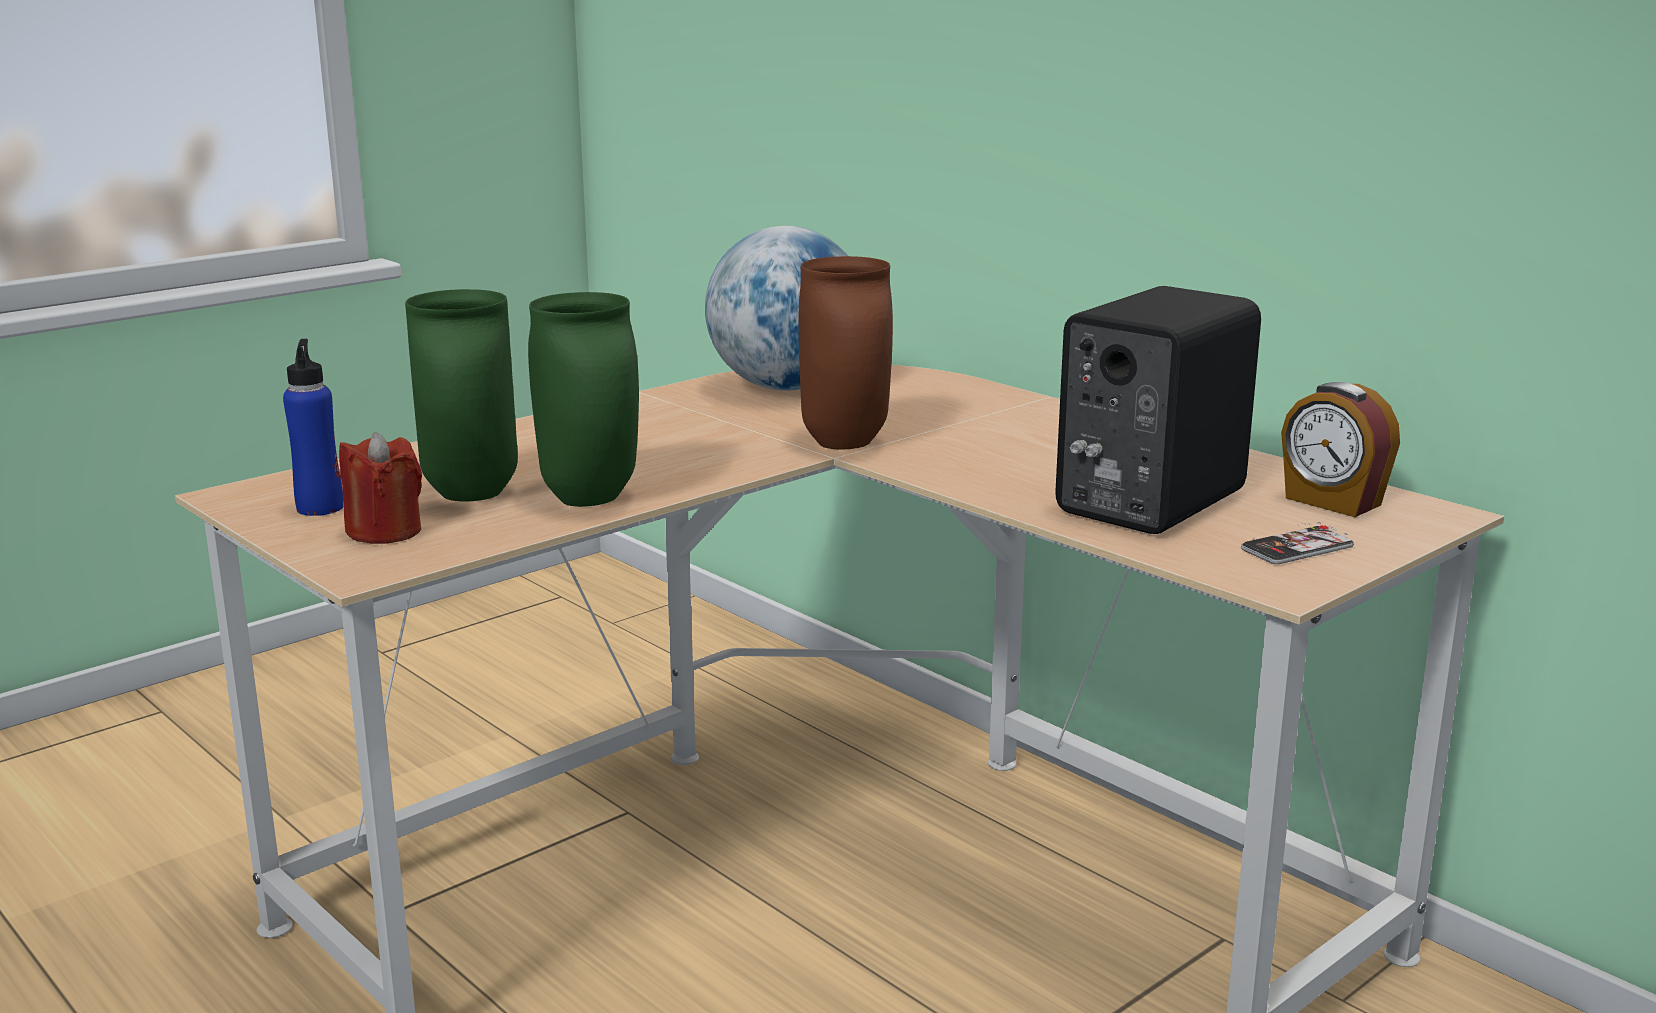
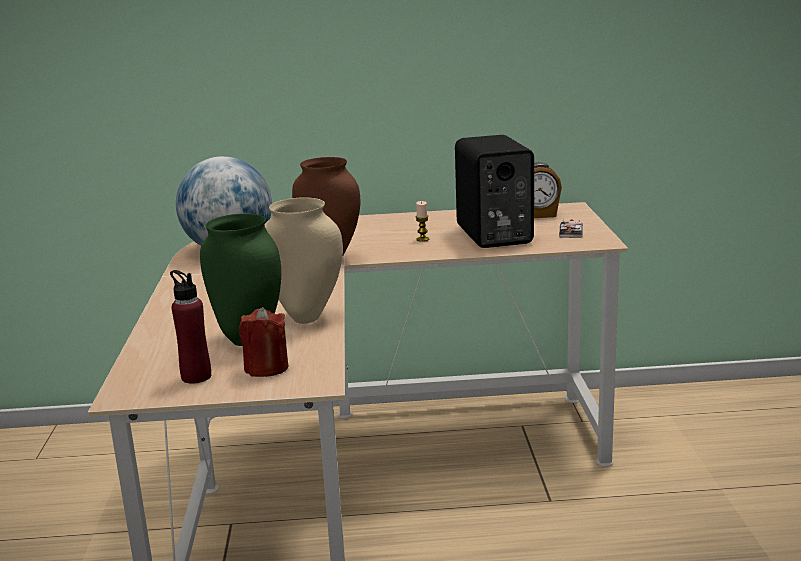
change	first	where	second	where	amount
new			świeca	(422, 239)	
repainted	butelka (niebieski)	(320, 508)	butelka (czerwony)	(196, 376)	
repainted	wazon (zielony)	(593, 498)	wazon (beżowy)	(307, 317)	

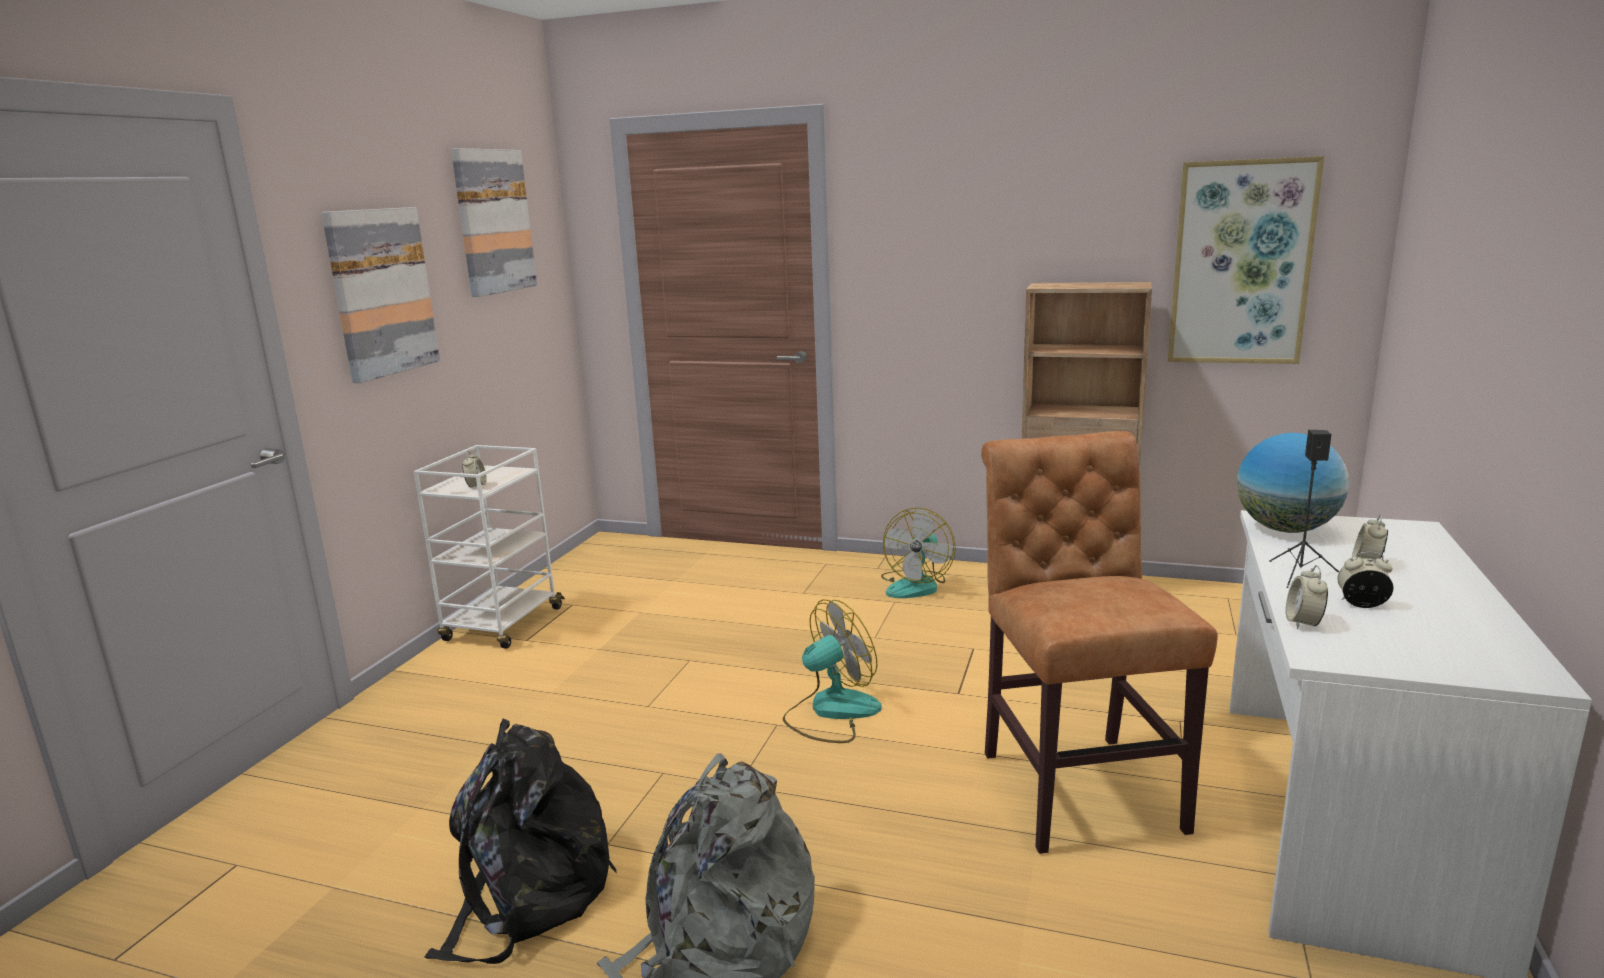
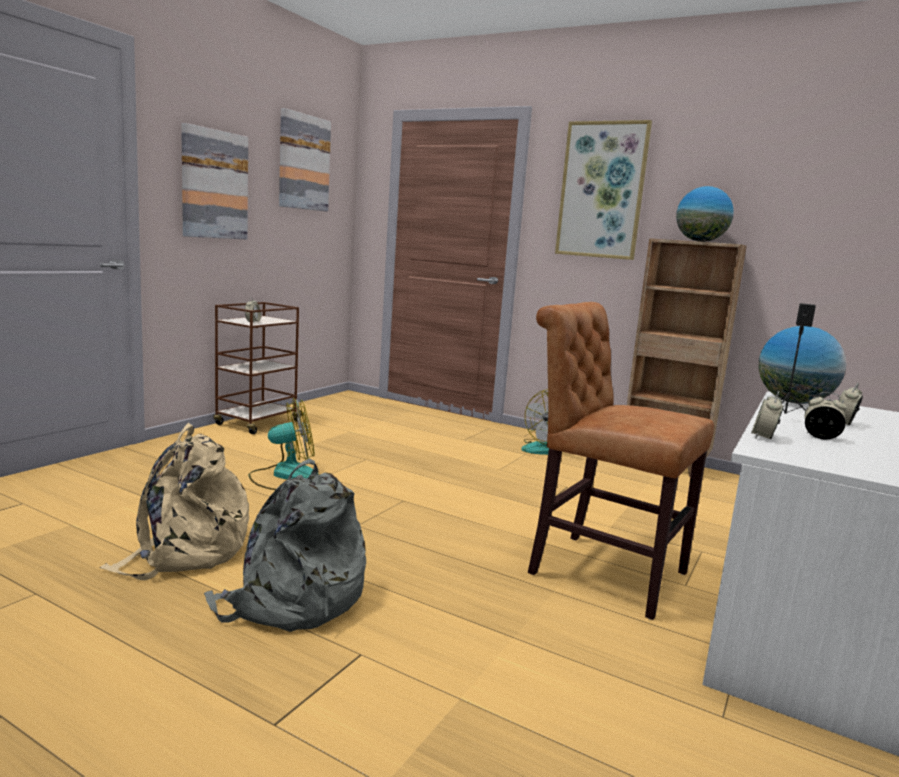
change	first	where	second	where	amount
new			globus	(700, 241)	
shifted	wentylator	(831, 712)		(284, 475)	
shifted	obraz	(1241, 263)		(602, 190)	
repainted	wózek (biały)	(502, 625)	wózek (brązowy)	(257, 423)	
repainted	plecak (czarny)	(527, 893)	plecak (beżowy)	(185, 551)	
rotated	krzesło (brązowy)	(1076, 785)		(599, 570)	60 degrees counterclockwise

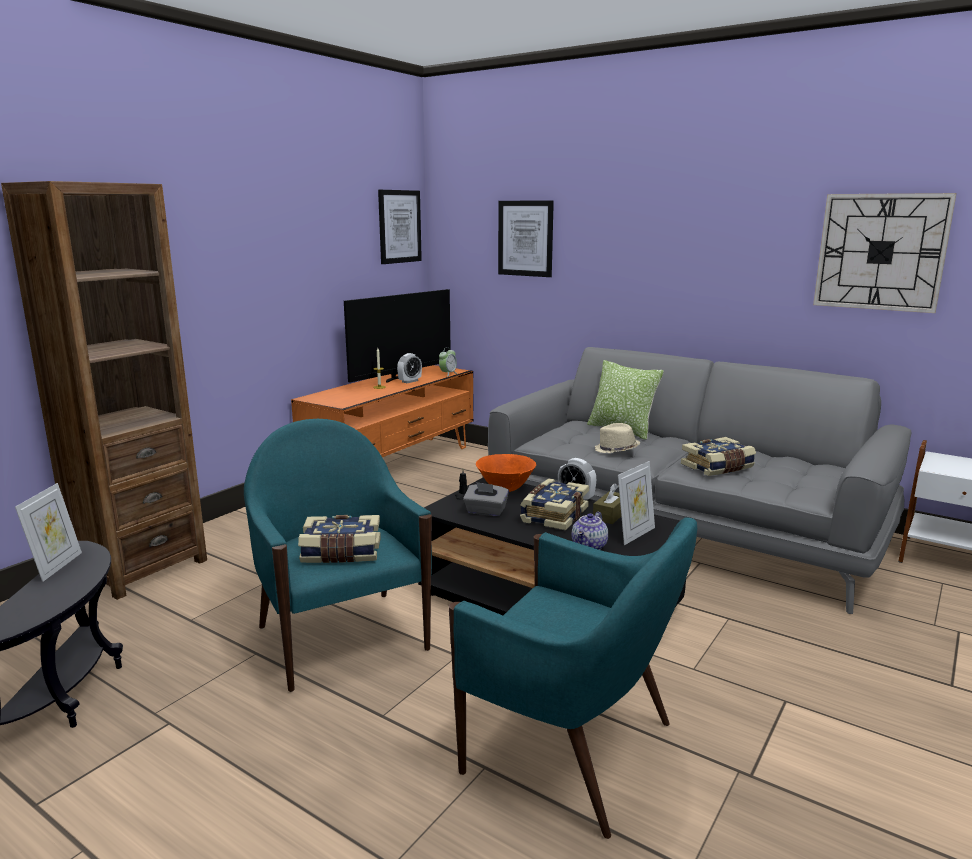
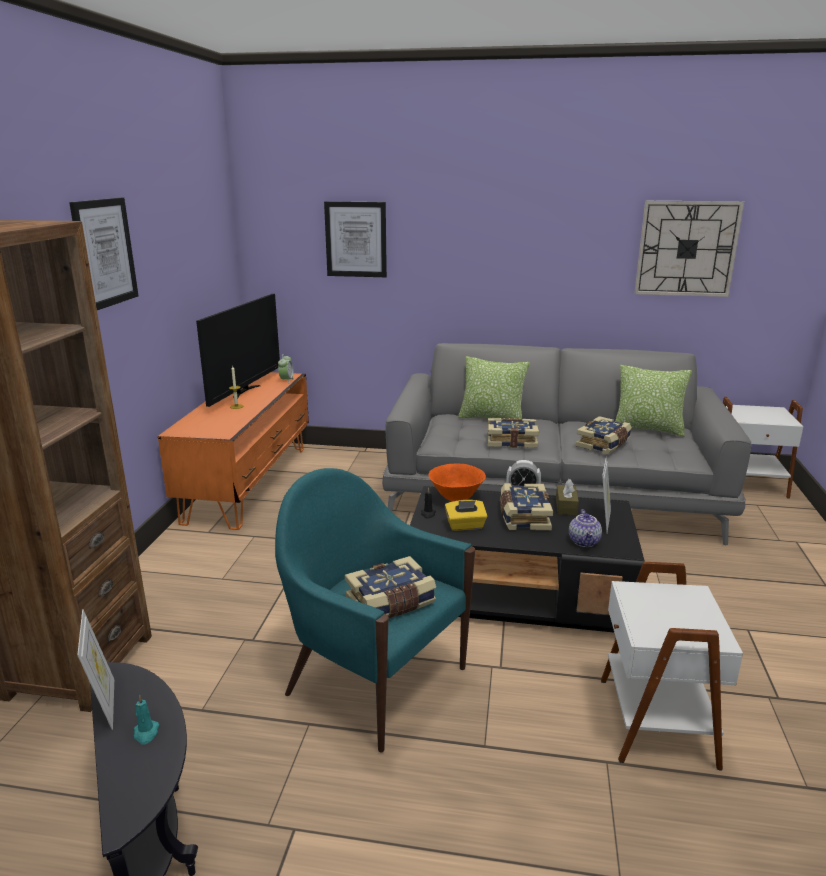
change	first	where	second	where	amount
gone	budzik	(410, 381)			
new			świeca (turkusowy)	(146, 733)	
new			poduszka	(648, 429)	
shifted	obraz	(399, 226)		(104, 253)	
swapped	fotel (turkusowy)	(573, 750)	stolik (biały)	(653, 721)	
swapped	kapelusz (beżowy)	(616, 450)	książka	(511, 441)	
repainted	pudełko chusteczek (szary)	(485, 511)	pudełko chusteczek (żółty)	(465, 526)	

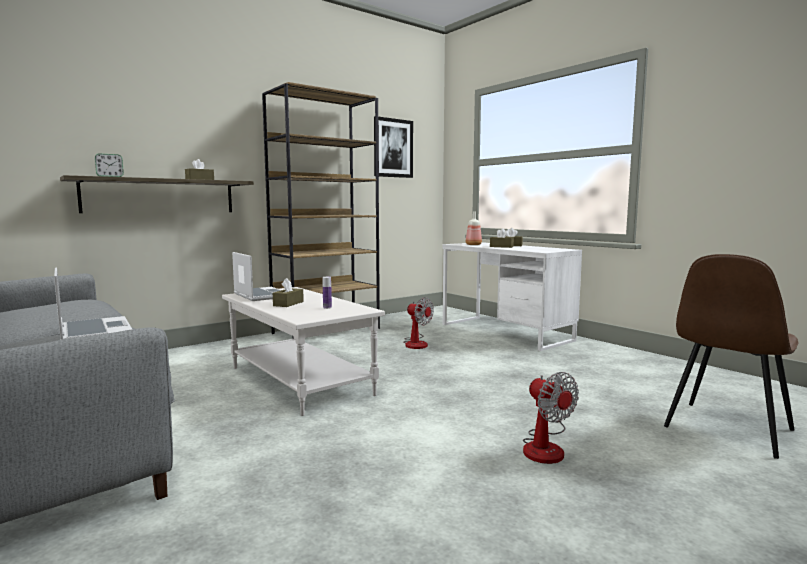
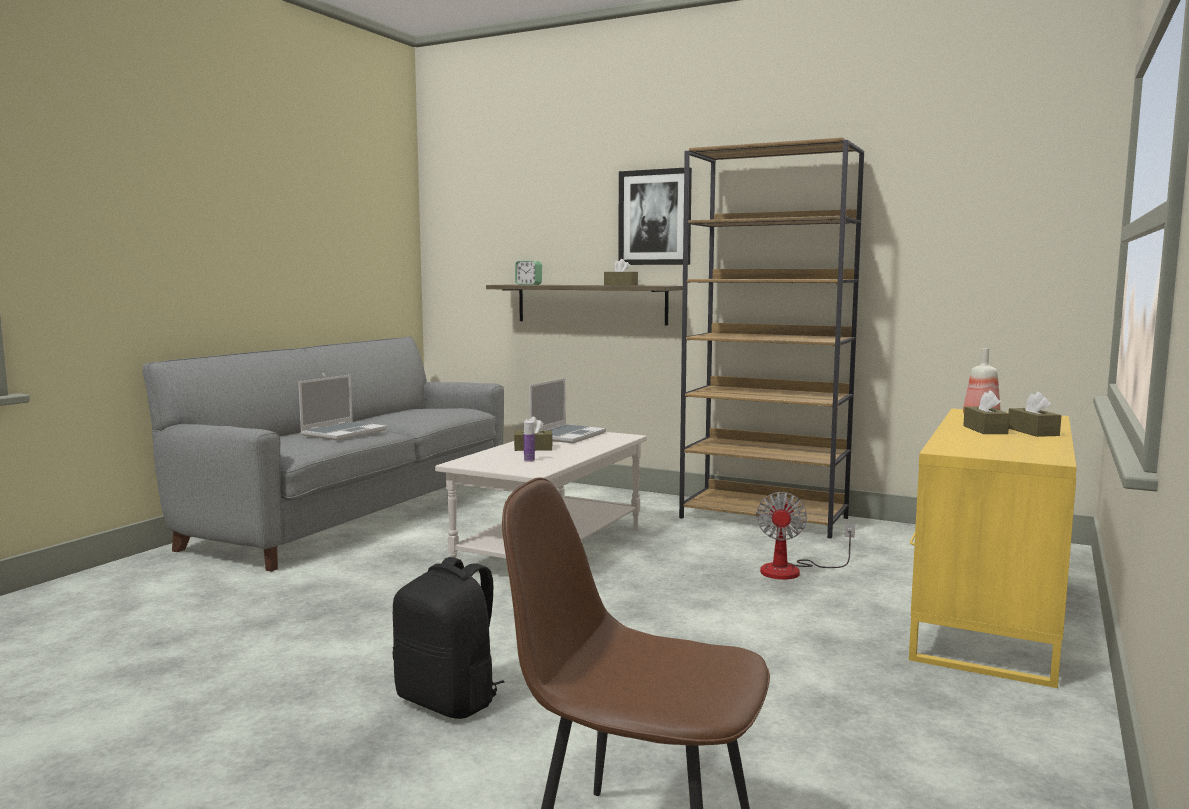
change	first	where	second	where	amount
shifted	obraz	(393, 148)		(655, 217)	
swapped	wentylator	(545, 446)	plecak (czarny)	(449, 701)	
repainted	biurko (biały)	(505, 332)	biurko (żółty)	(988, 617)	

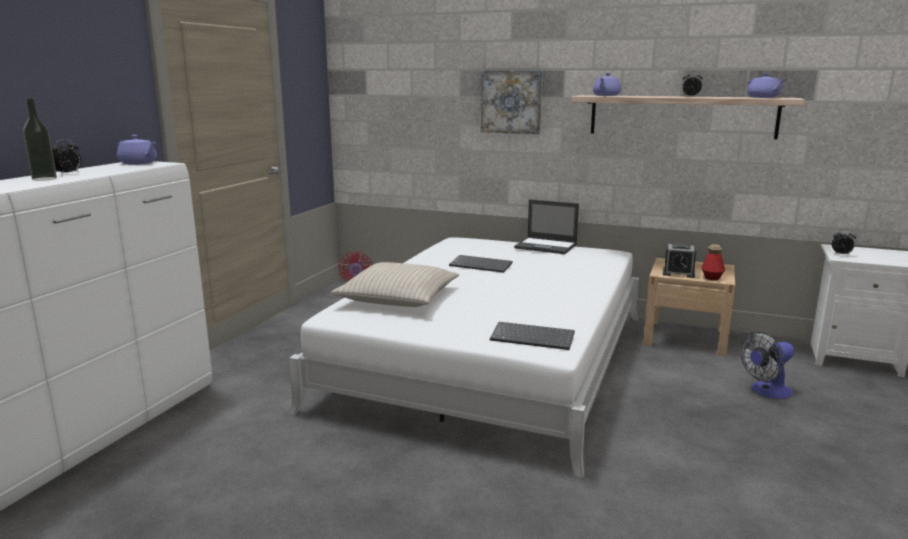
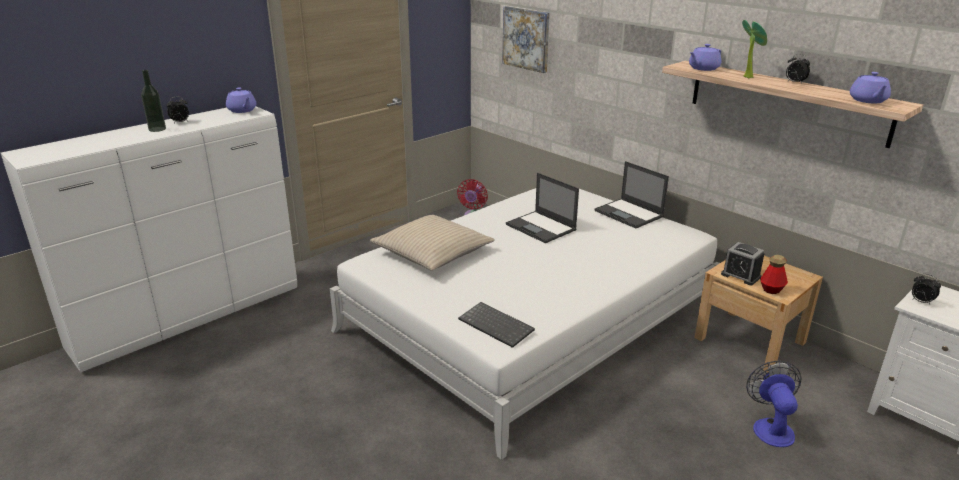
change	first	where	second	where	amount
new			roślina doniczkowa	(748, 77)	
shifted	obraz	(511, 102)		(526, 38)	
swapped	klawiatura	(482, 265)	laptop	(541, 227)	
rotated	wentylator	(766, 391)		(770, 427)	90 degrees clockwise

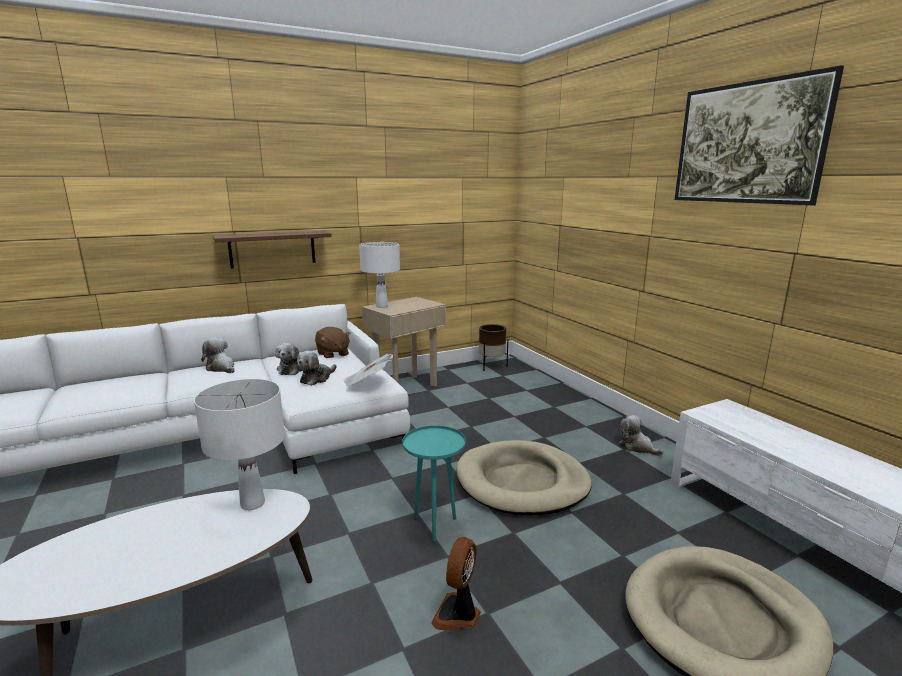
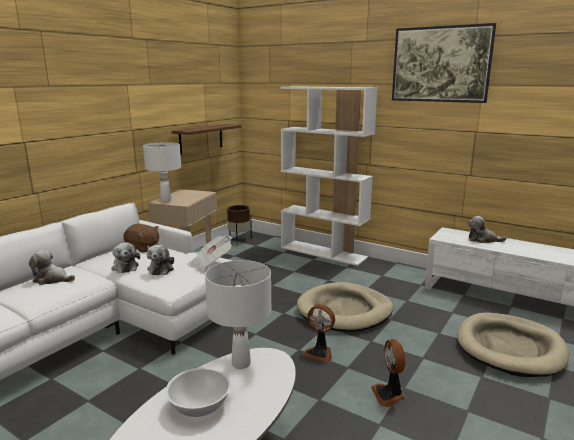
change	first	where	second	where	amount
new			miska (biały)	(199, 406)	
new			regał (biały)	(324, 252)	
shifted	półka (brązowy)	(272, 249)		(201, 138)	
shifted	pluszak	(637, 447)		(482, 240)	
swapped	stolik (turkusowy)	(434, 525)	wentylator	(319, 353)	

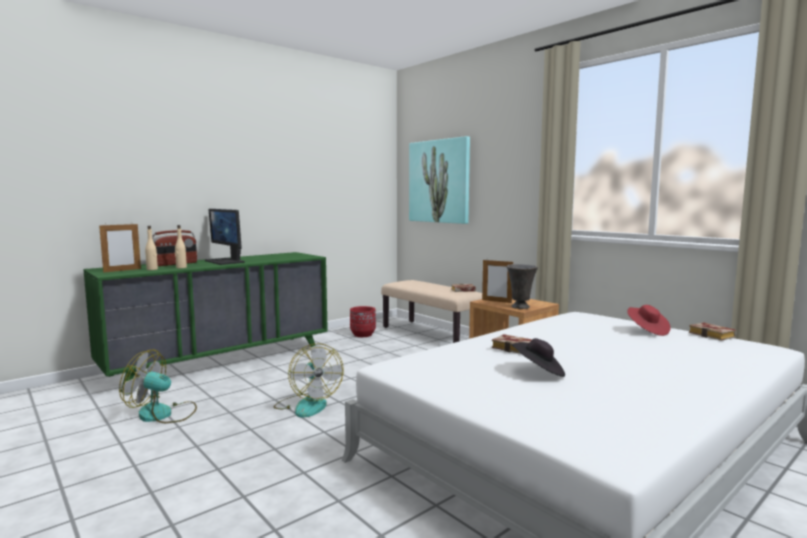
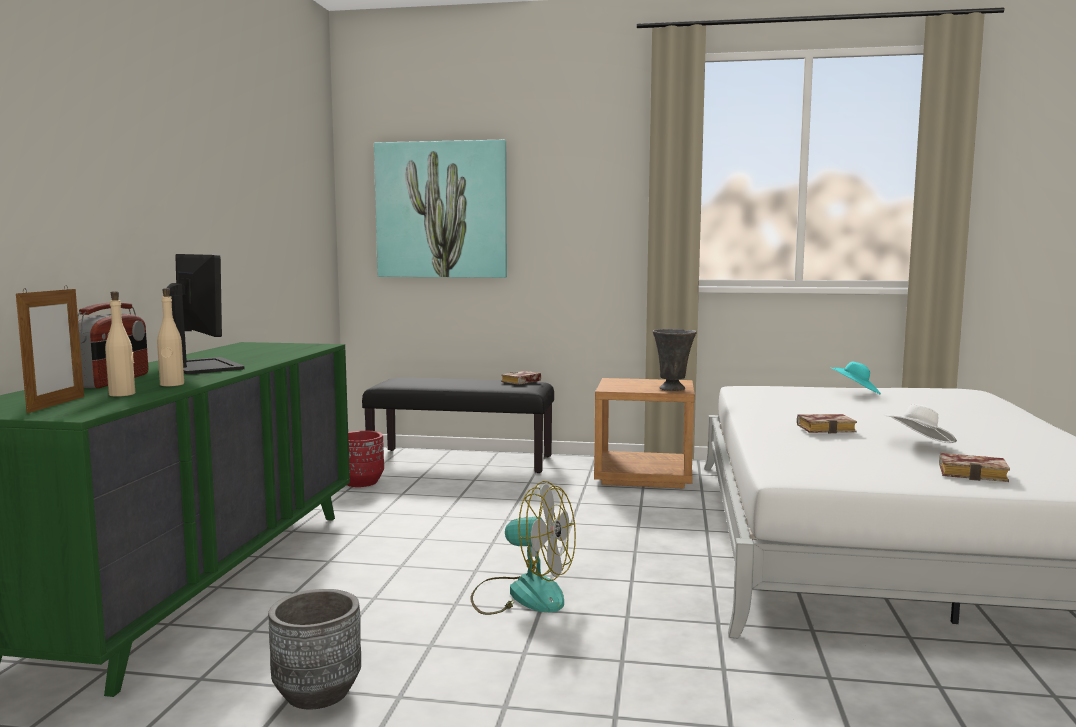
change	first	where	second	where	amount
gone	ramka na zdjęcie	(496, 301)			
shifted	książka	(714, 335)		(975, 474)	
swapped	wentylator	(163, 414)	donica (szary)	(318, 693)	
repainted	ławka (beżowy)	(432, 334)	ławka (czarny)	(462, 460)	
repainted	kapelusz (czarny)	(538, 371)	kapelusz (biały)	(918, 444)	
repainted	kapelusz (czerwony)	(647, 330)	kapelusz (turkusowy)	(855, 392)	
rotated	monitor	(225, 261)		(202, 366)	135 degrees counterclockwise

